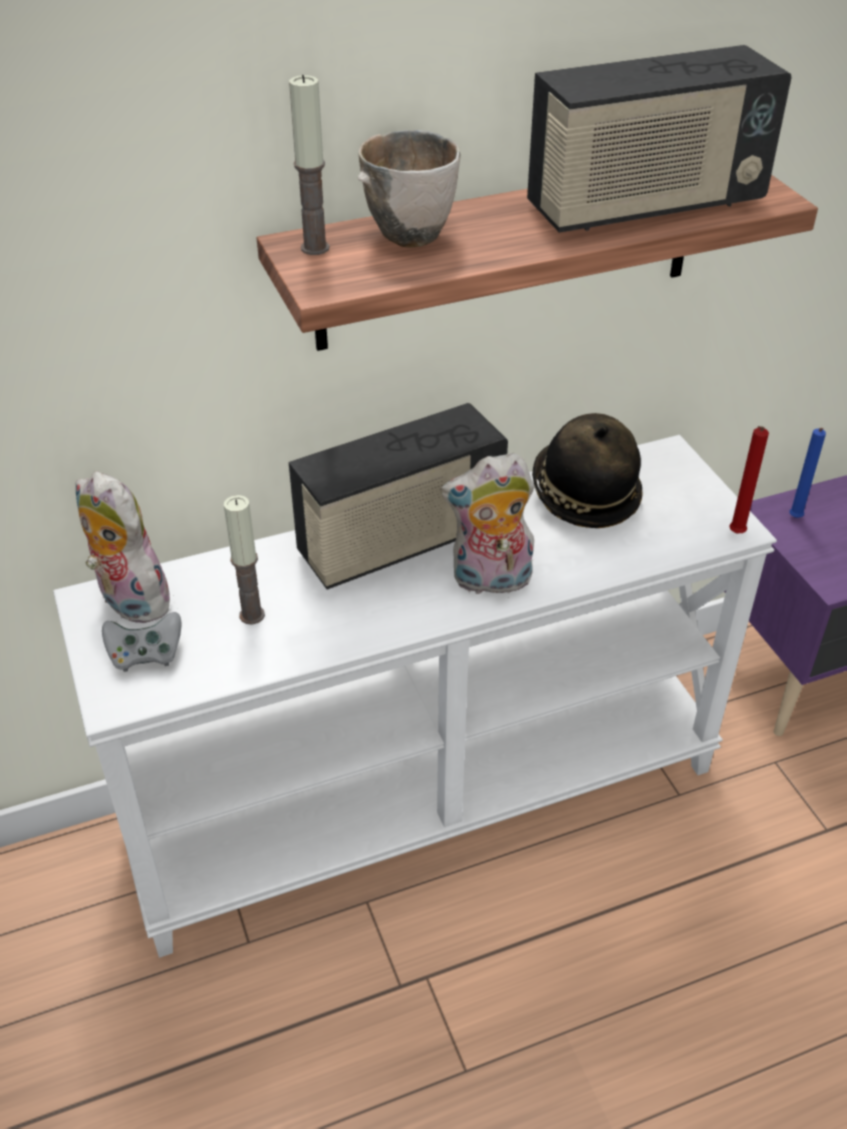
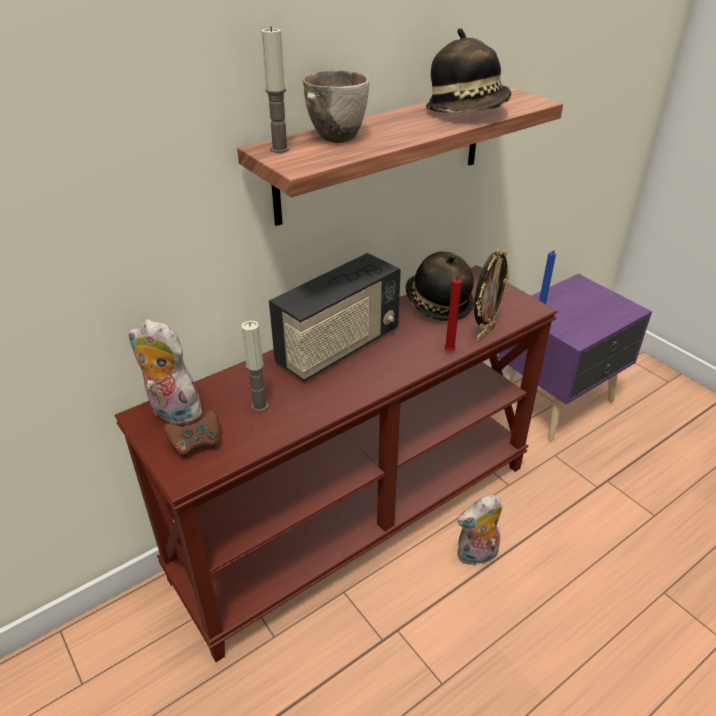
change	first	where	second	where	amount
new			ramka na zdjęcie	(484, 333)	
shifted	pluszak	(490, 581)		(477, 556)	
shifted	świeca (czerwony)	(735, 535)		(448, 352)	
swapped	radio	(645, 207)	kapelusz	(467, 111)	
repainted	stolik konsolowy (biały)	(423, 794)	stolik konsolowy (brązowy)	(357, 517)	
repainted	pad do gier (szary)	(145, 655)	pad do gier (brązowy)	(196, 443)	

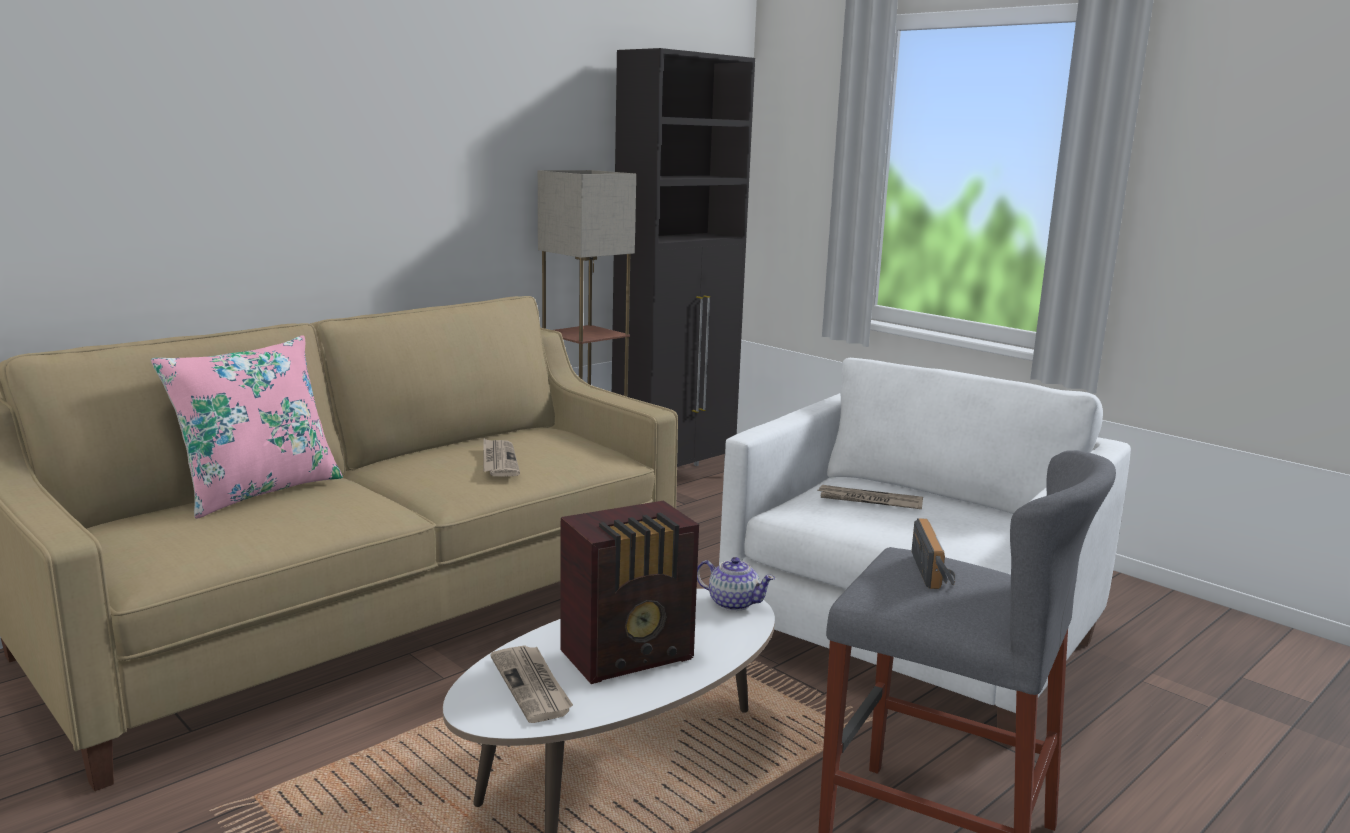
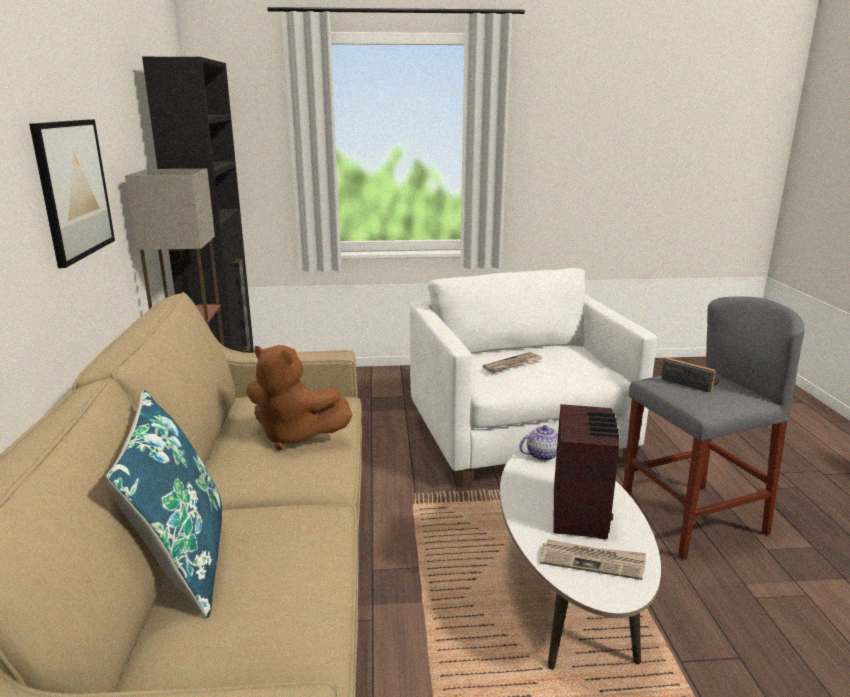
change	first	where	second	where	amount
new			obraz	(73, 189)	
swapped	gazeta	(498, 460)	pluszak (brązowy)	(295, 436)	
repainted	poduszka (różowy)	(258, 491)	poduszka (niebieski)	(184, 562)	

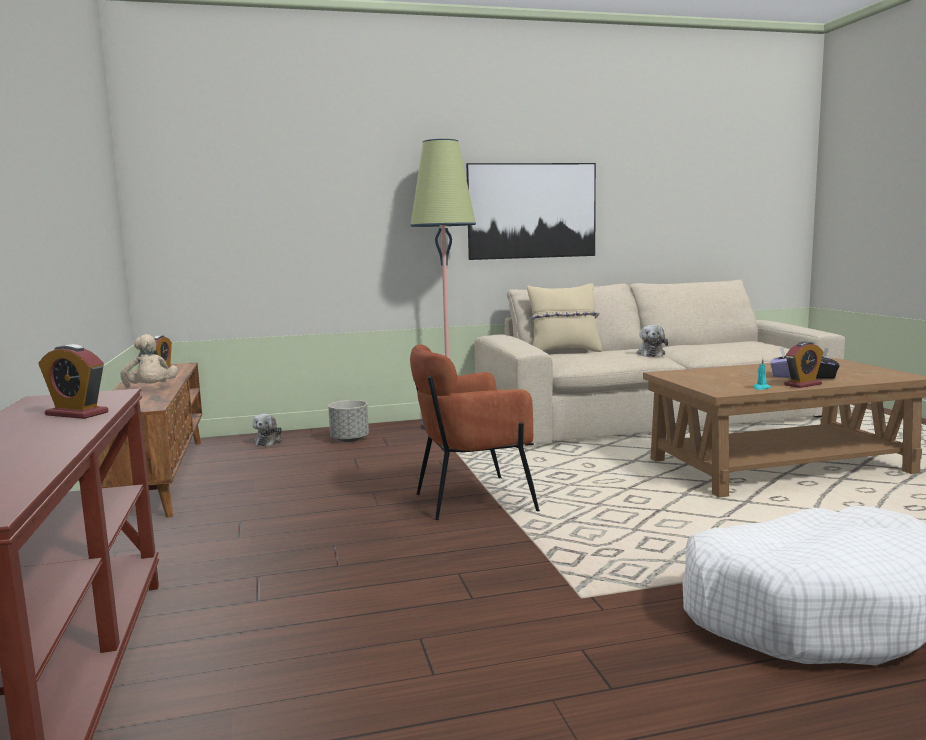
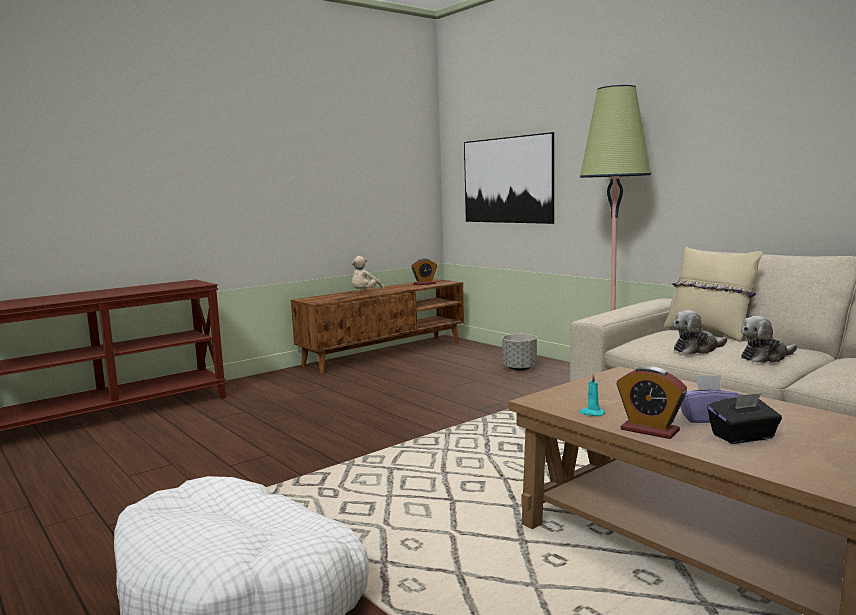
change	first	where	second	where	amount
gone	budzik	(77, 414)			
gone	fotel (brązowy)	(473, 500)			
shifted	pluszak	(269, 441)		(697, 349)	
shifted	obraz	(532, 211)		(507, 180)	

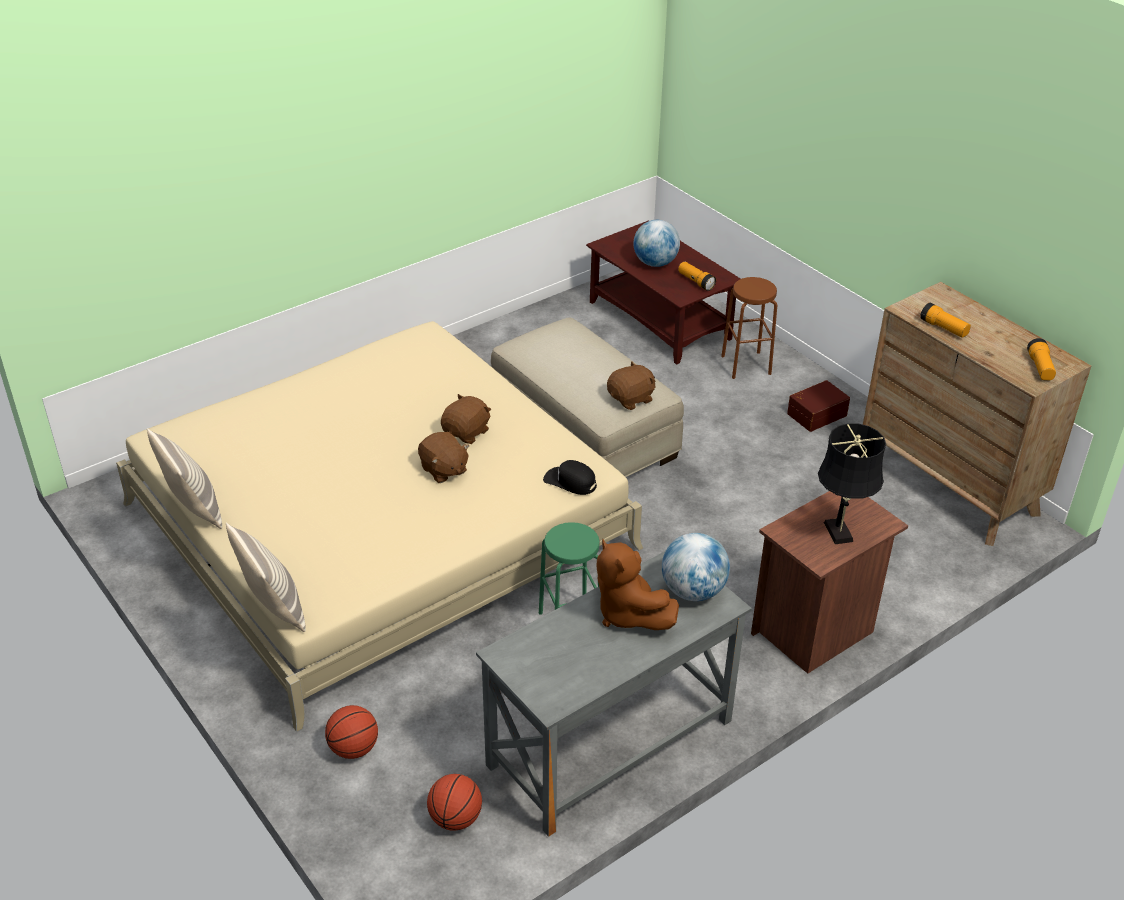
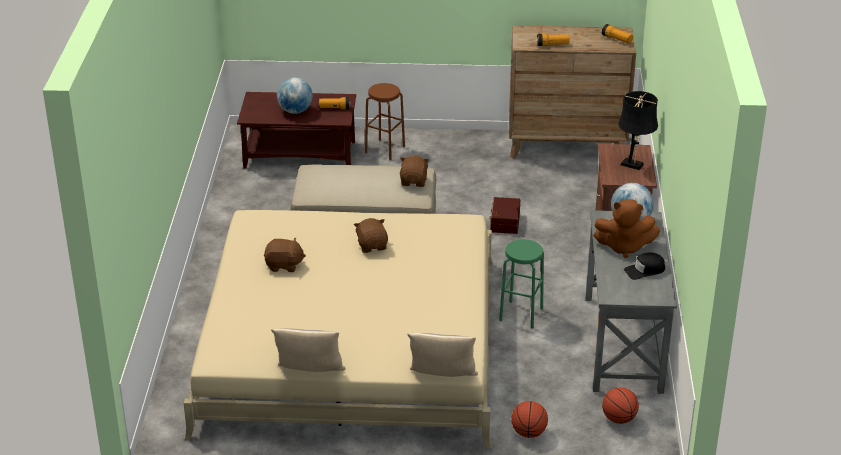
change	first	where	second	where	amount
shifted	pluszak (brązowy)	(443, 470)		(284, 265)	
shifted	czapka z daszkiem (czarny)	(570, 482)		(645, 270)	
shifted	pojemnik do przechowywania (brązowy)	(816, 414)		(504, 222)	

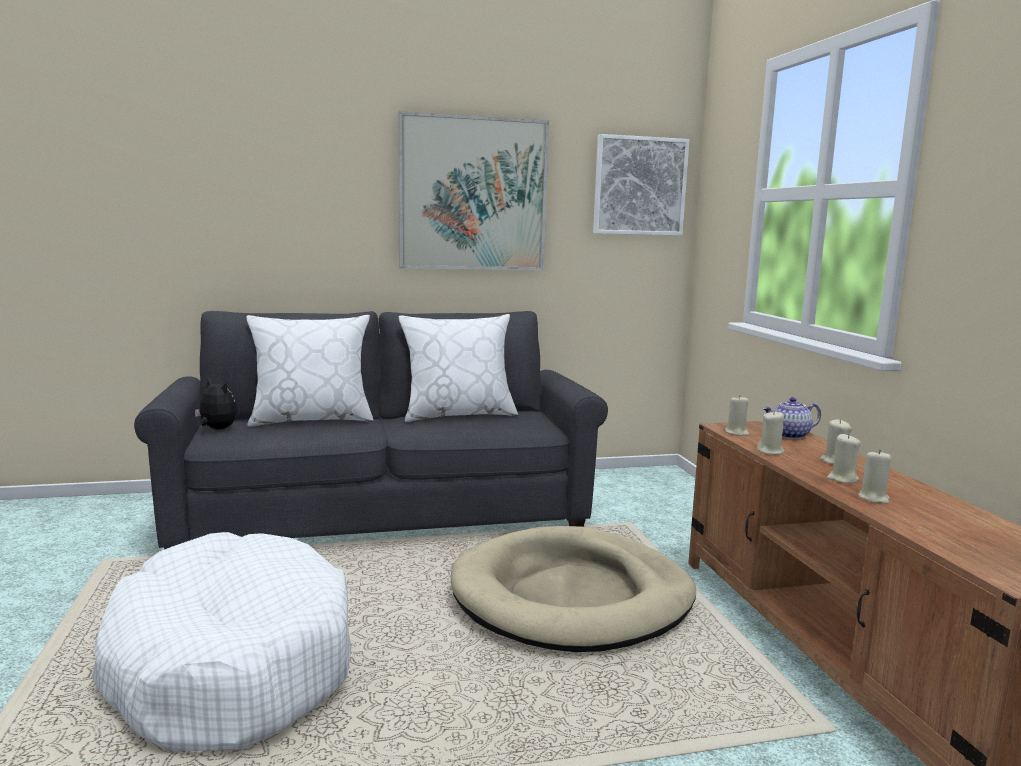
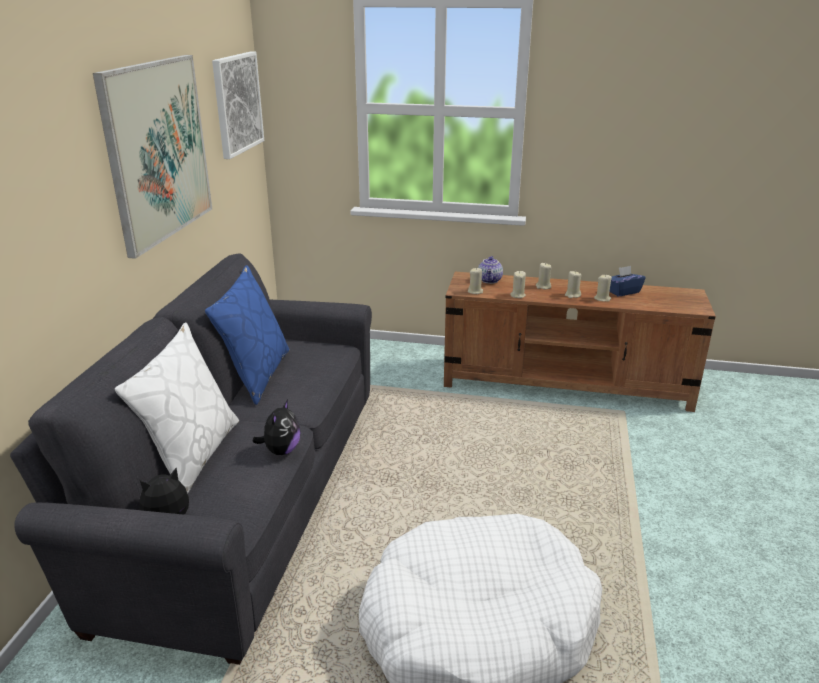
change	first	where	second	where	amount
gone	legowisko (beżowy)	(572, 597)			
new			pluszak	(281, 450)	
new			pudełko chusteczek (niebieski)	(623, 292)	
repainted	poduszka (biały)	(458, 414)	poduszka (niebieski)	(256, 374)	

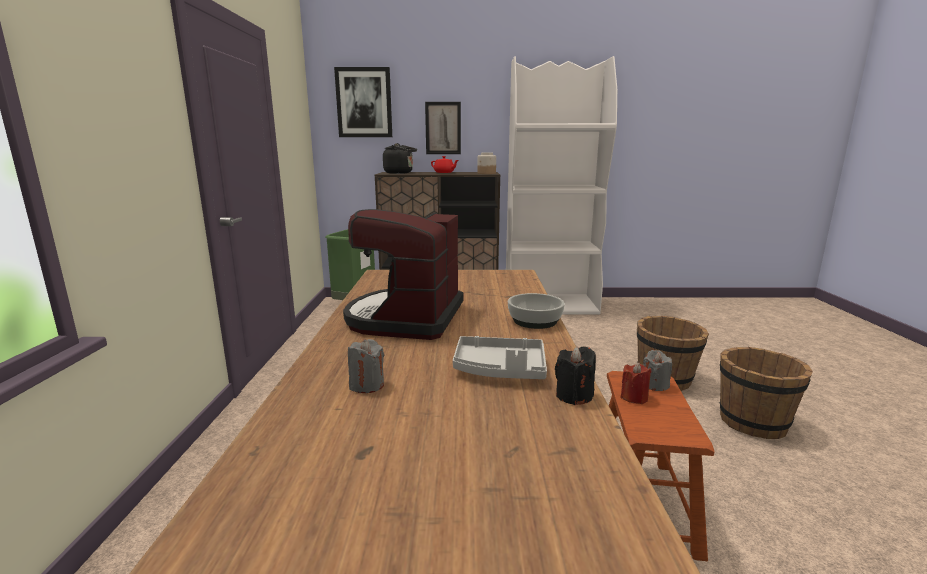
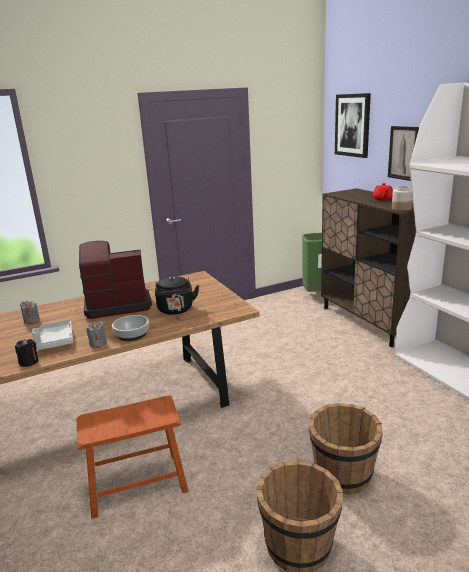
change	first	where	second	where	amount
gone	świeca (czerwony)	(634, 397)			
shifted	czajnik (czarny)	(400, 173)		(176, 310)	
shifted	świeca (szary)	(655, 385)		(98, 344)	

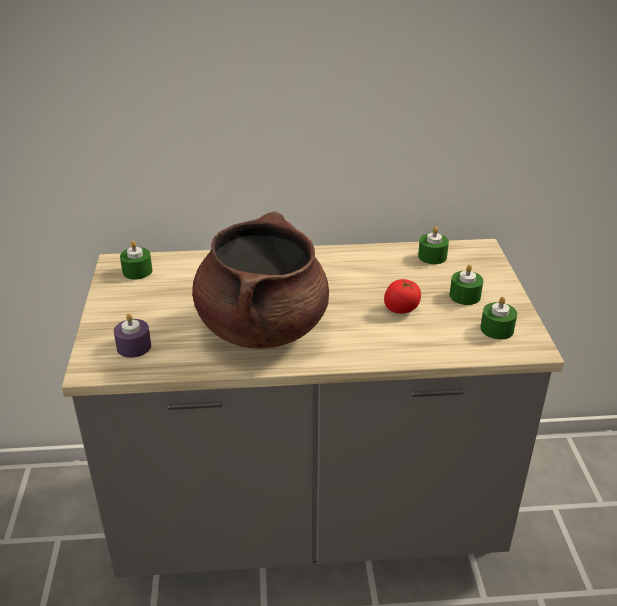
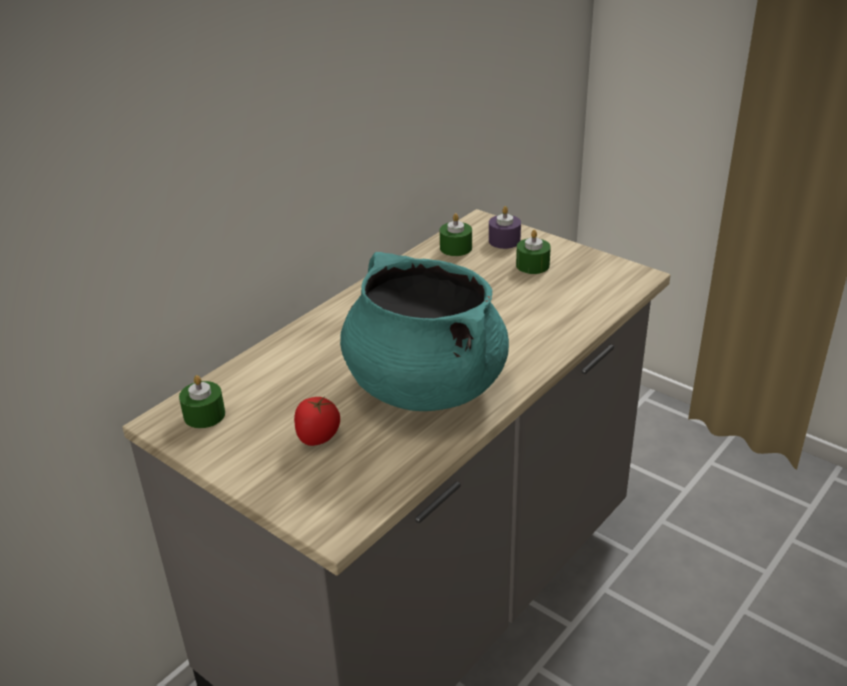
change	first	where	second	where	amount
gone	świeca (zielony)	(497, 329)			
shifted	świeca (fioletowy)	(134, 346)		(504, 240)	
shifted	pomidor	(401, 309)		(317, 436)	
repainted	garnek (brązowy)	(262, 327)	garnek (turkusowy)	(424, 386)	

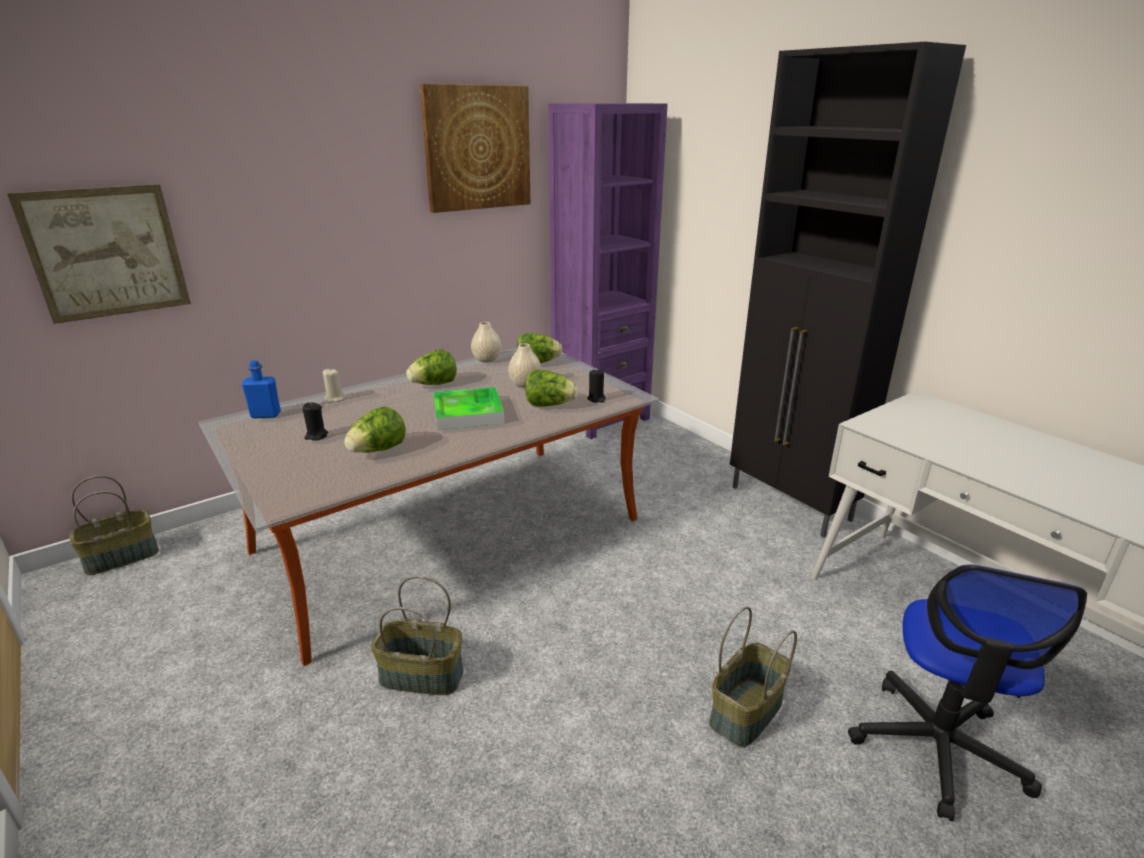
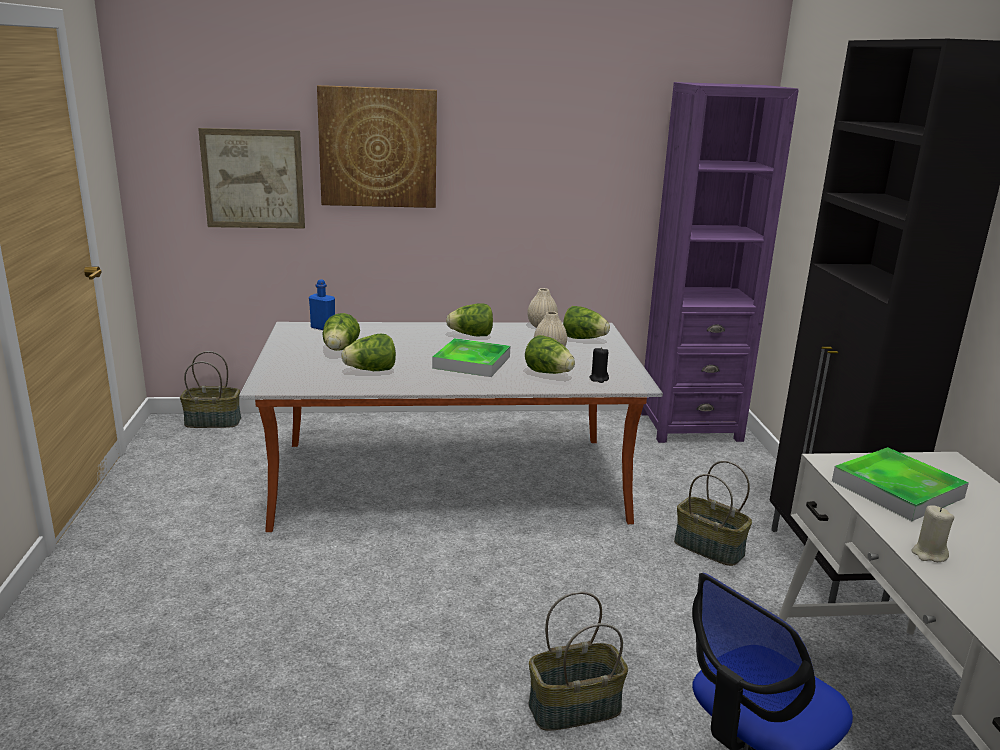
change	first	where	second	where	amount
new			taca	(897, 489)	
shifted	świeca (beżowy)	(334, 399)		(928, 554)	
shifted	koszyk	(420, 677)		(708, 548)	
shifted	obraz	(477, 148)		(378, 147)	
swapped	świeca (czarny)	(316, 436)	sałata	(340, 350)	

